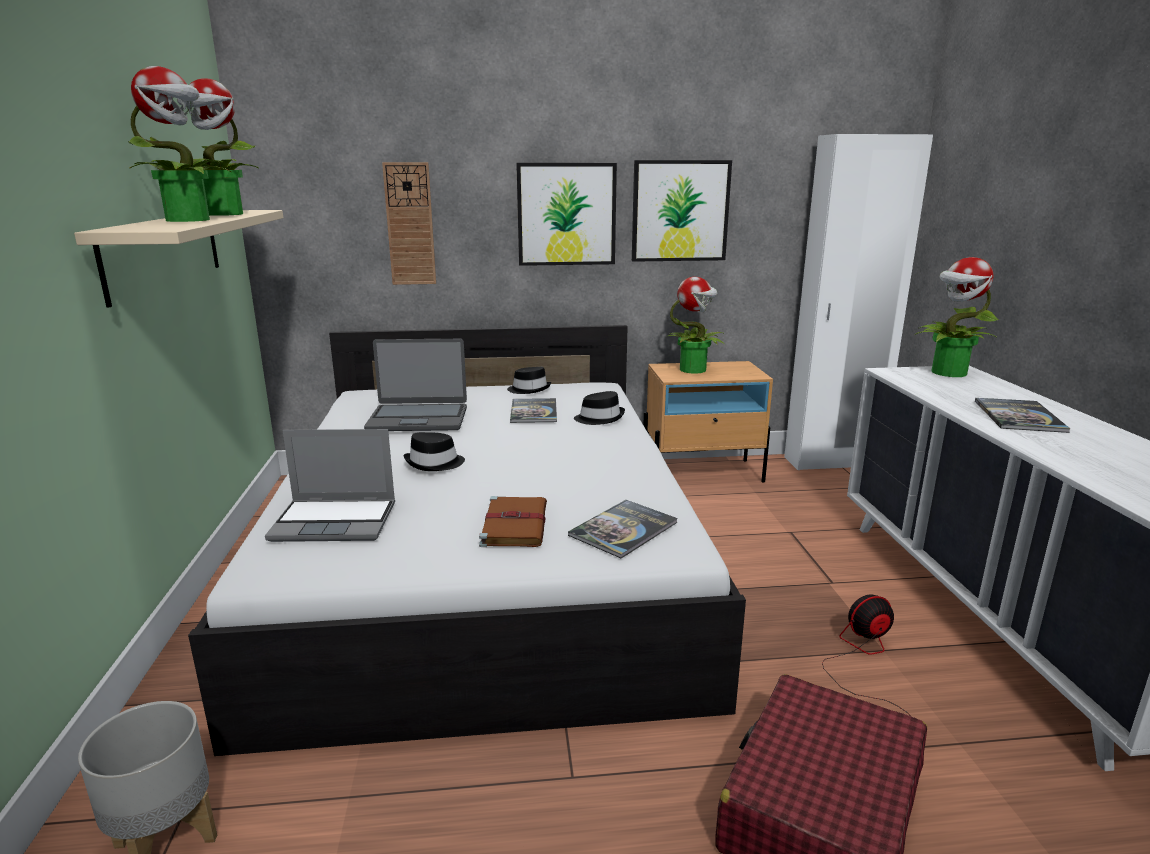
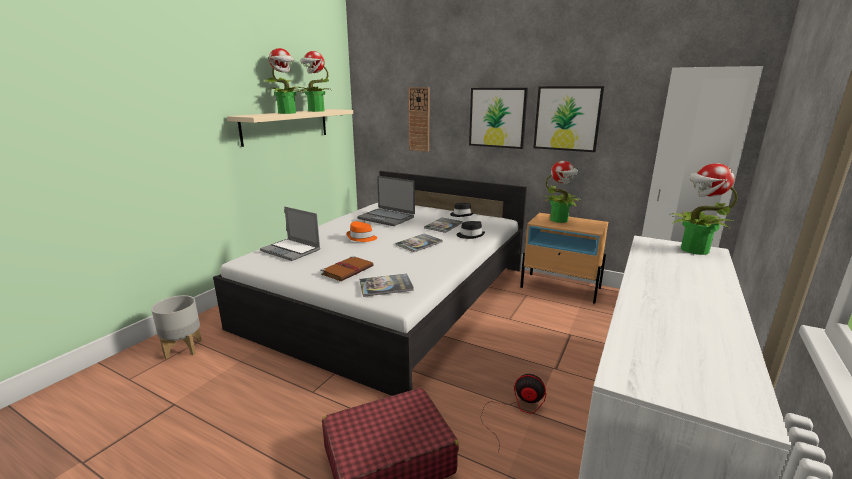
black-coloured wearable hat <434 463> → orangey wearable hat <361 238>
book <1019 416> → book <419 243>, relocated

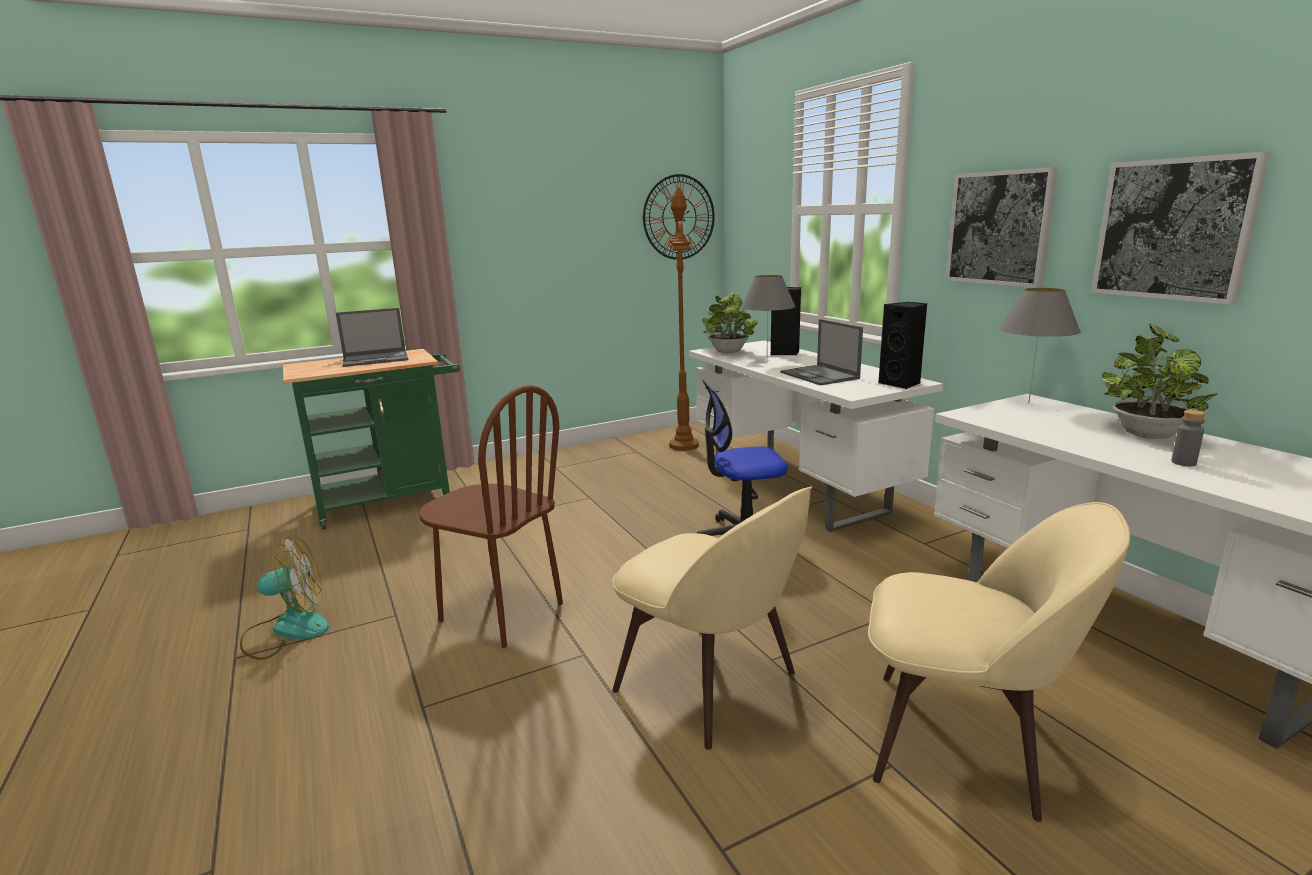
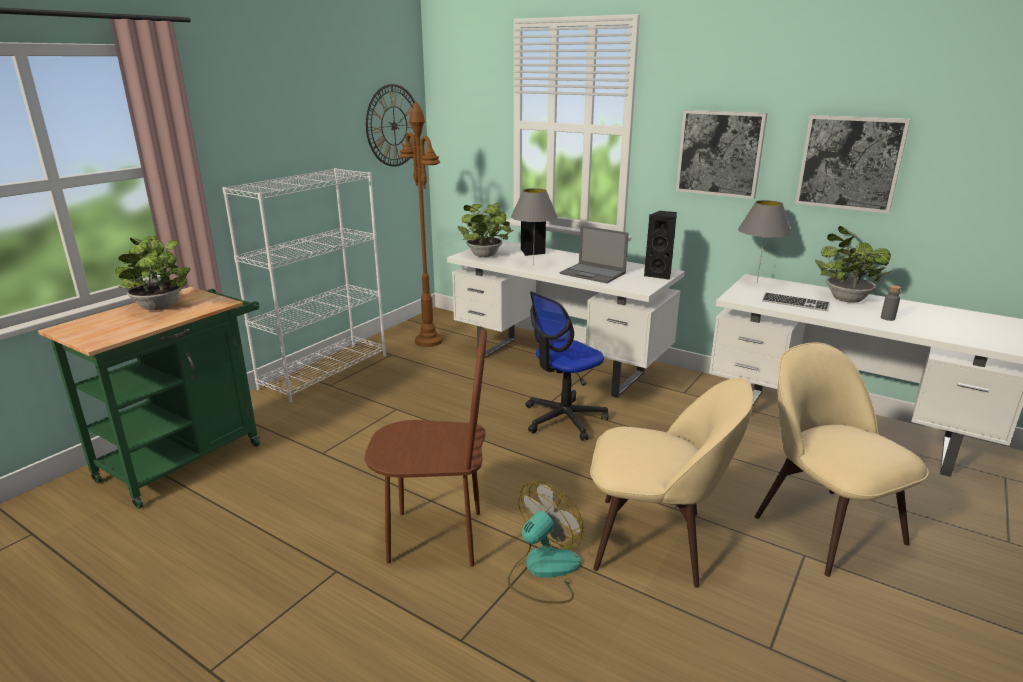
notebook computer <376 359> → potted plant <159 308>
- → white bookshelf <325 371>
cooling fan <287 630> → cooling fan <543 570>, relocated
sand-coloured upright chair <963 742> → sand-coloured upright chair <824 526>, 105 degrees counterclockwise
- → keyboard <795 303>

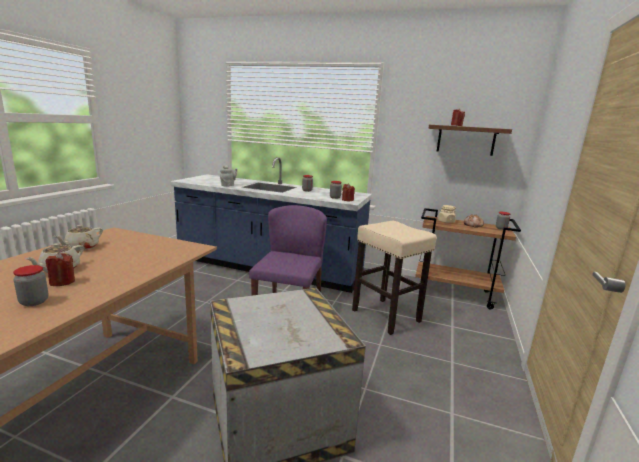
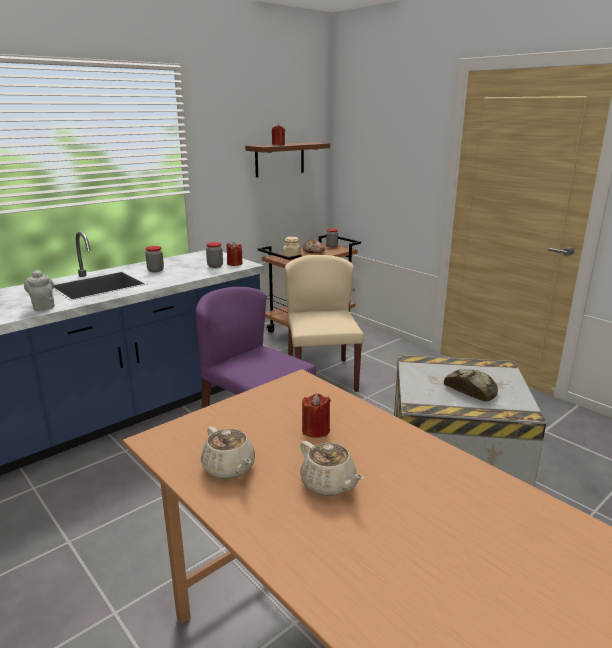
sand-coloured stool seat <386 316> → sand-coloured upright chair <321 376>
reddish wax candle <62 282> → reddish wax candle <316 430>, relocated
- → bakery bread <471 389>
jar <34 302> → -

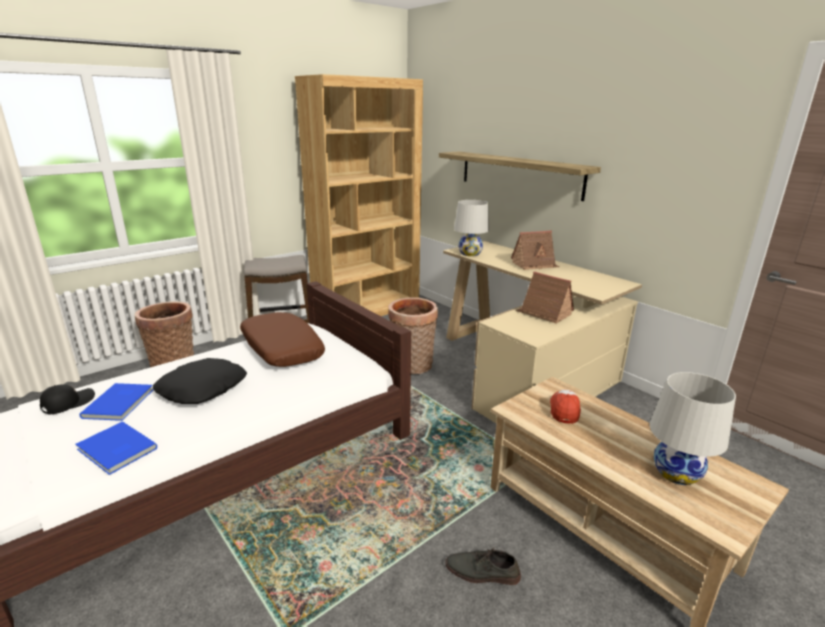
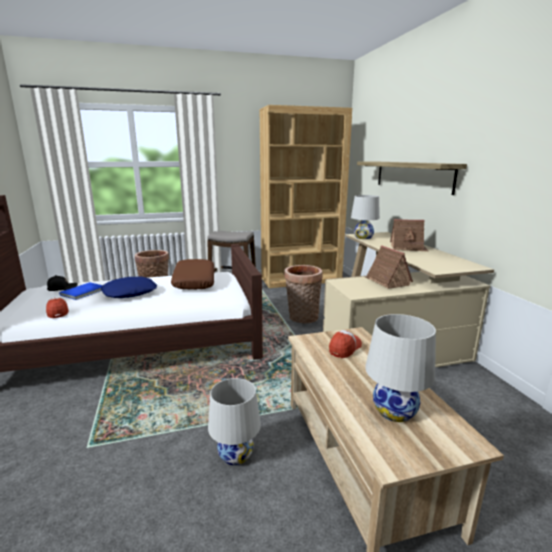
blue book <116 450> → baseball cap <57 312>
black-coloured pillow <202 388> → blue pillow <129 293>
grey shoe <482 572> → white lamp for a table <235 455>

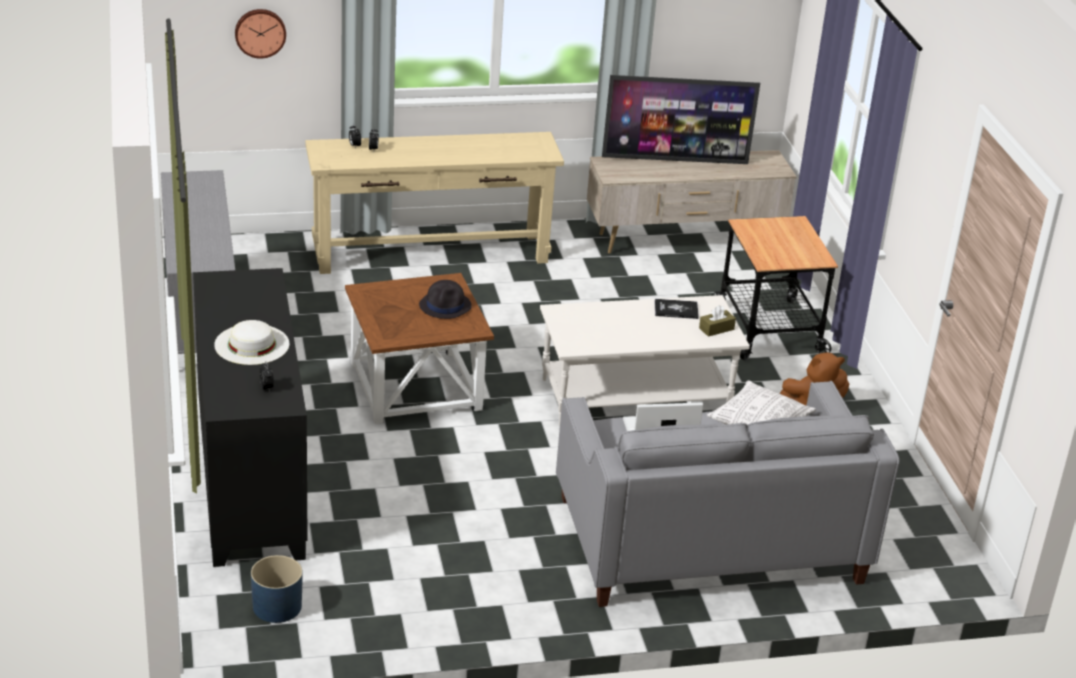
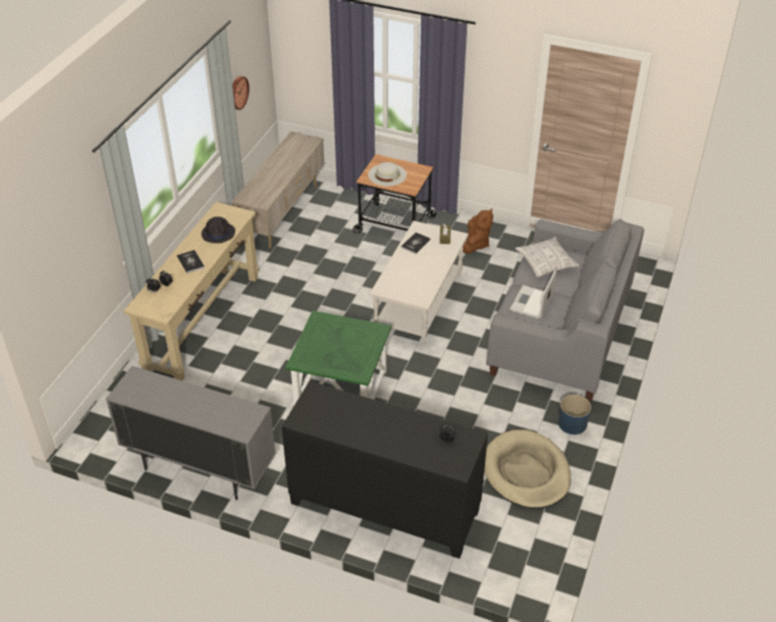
- → book <190 262>
black-coloured wearable hat <445 306> → black-coloured wearable hat <218 233>, relocated
clock on the wall <260 32> → clock on the wall <237 92>, relocated
brown accent table <417 385> → greenish accent table <340 388>
white wearable hat <251 344> → white wearable hat <387 175>, relocated
- → sand-coloured pet bed <526 472>
blue flower pot <277 607> → blue flower pot <572 424>, relocated
TV <675 159> → -

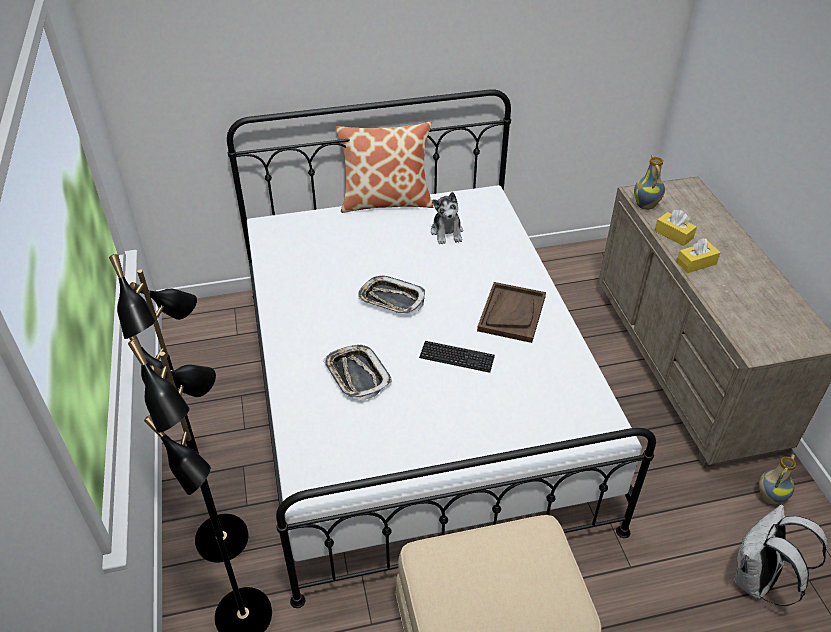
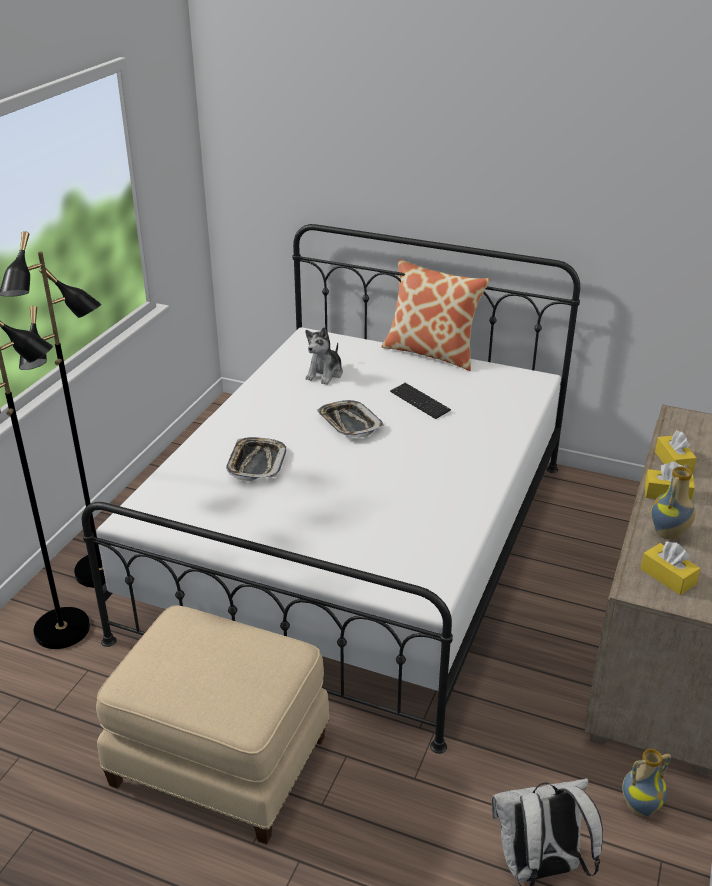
soft toy <447 232> → soft toy <325 374>, relocated
keyboard <456 358> → keyboard <419 402>, relocated
- → yellowish tissue box <668 576>
vase <646 206> → vase <669 534>, relocated
brown tray <511 313> → -

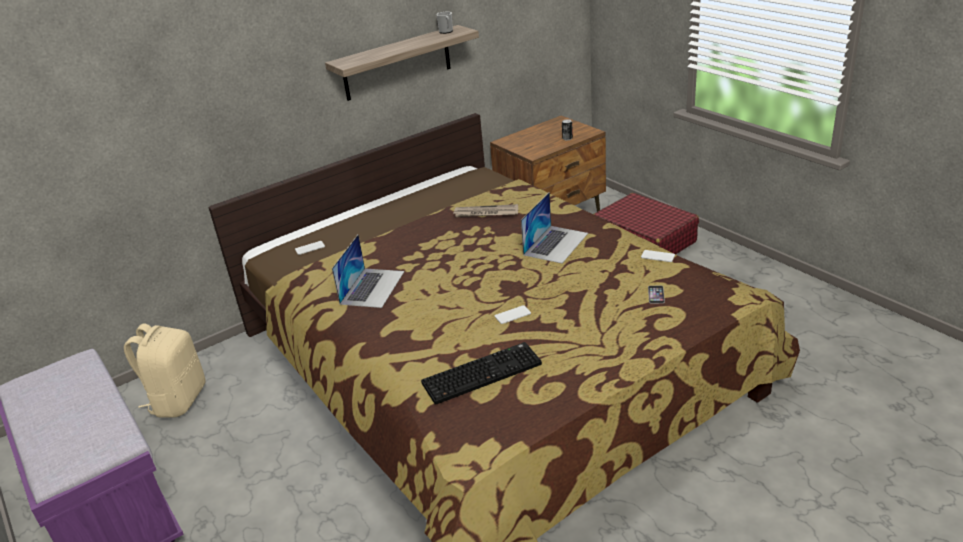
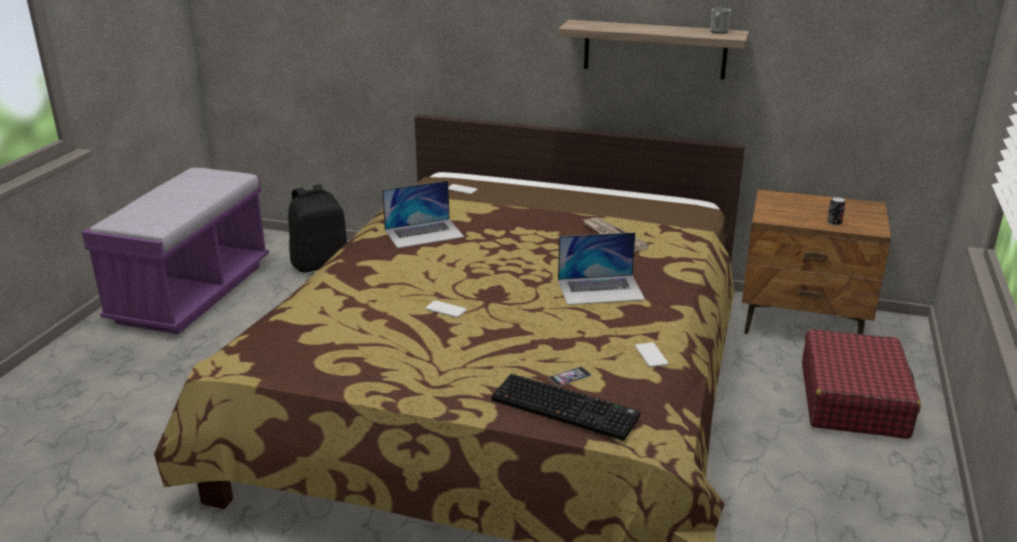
sand-coloured backpack <178 400> → black-coloured backpack <320 263>
keyboard <482 372> → keyboard <567 407>, relocated

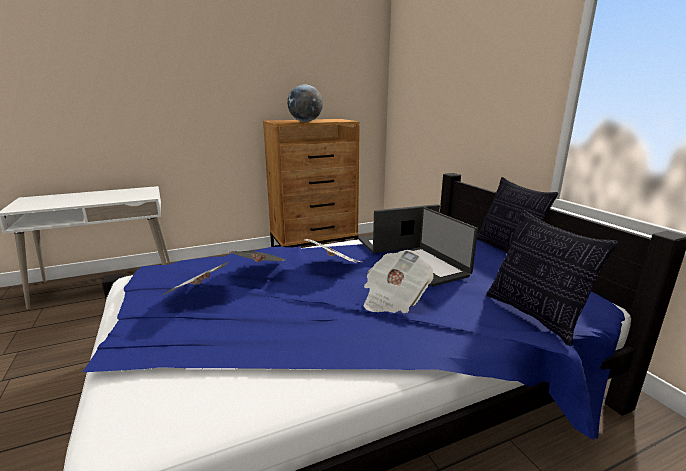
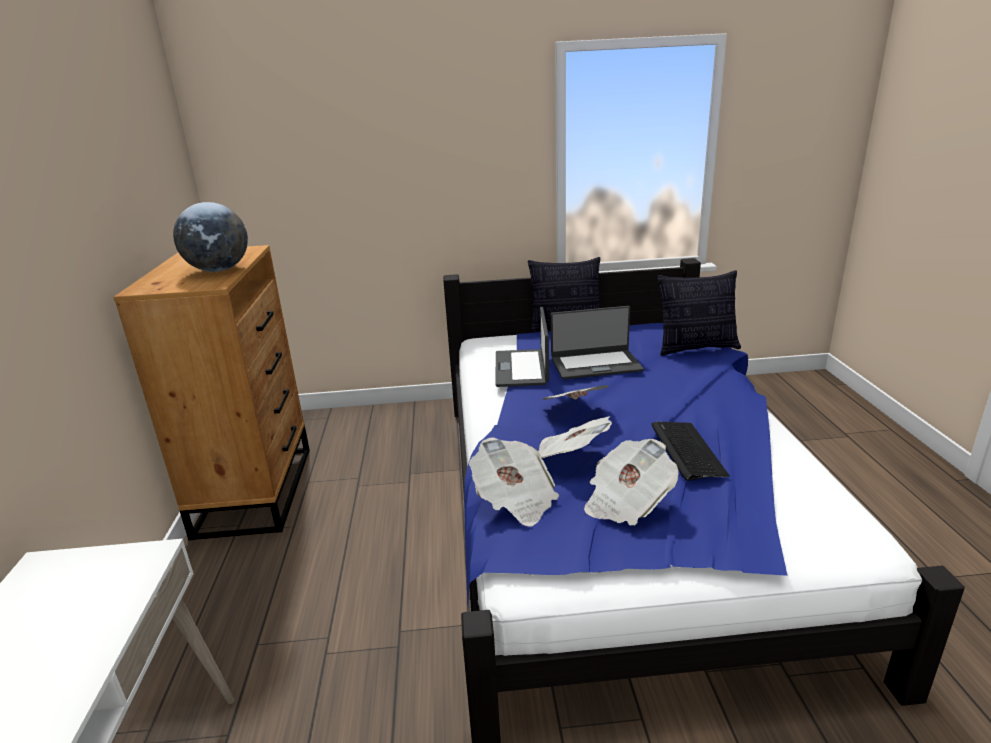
printed paper <393 299> → printed paper <515 500>, relocated
- → keyboard <686 450>

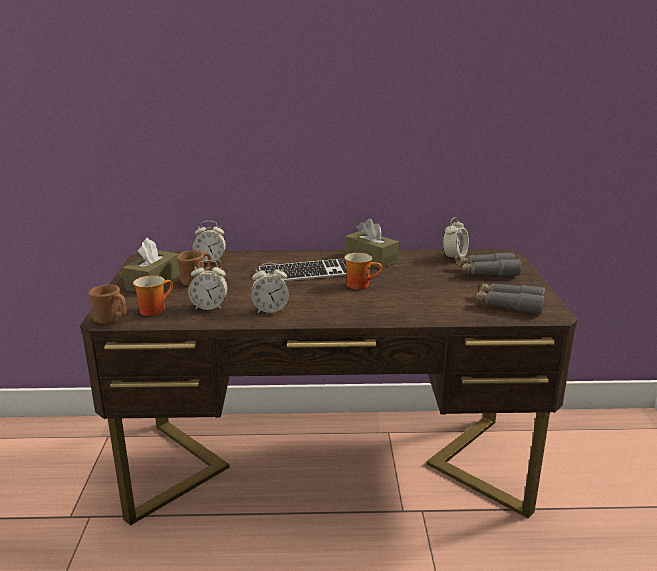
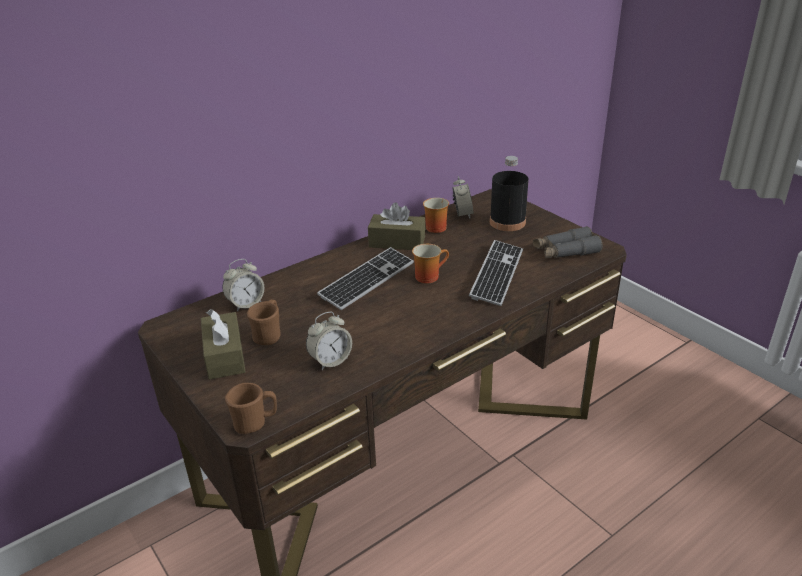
mug <153 309> → mug <434 226>, relocated
- → keyboard <497 274>
grey field glasses <486 272> → black-coloured beverage bottle <507 222>
table clock <270 310> → -

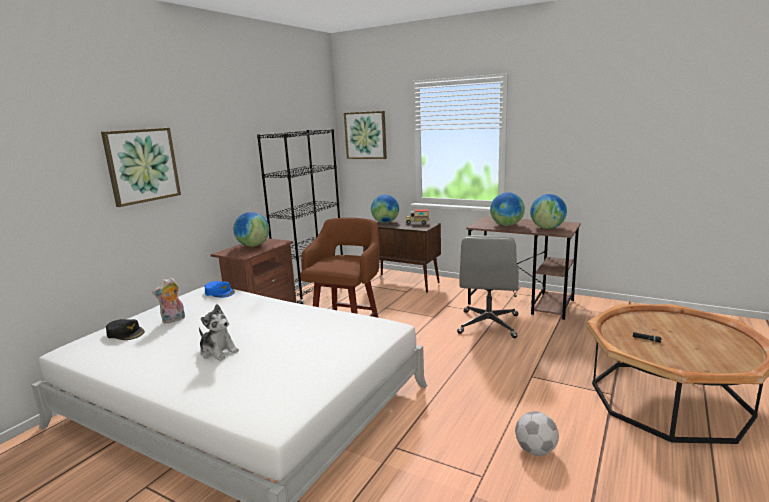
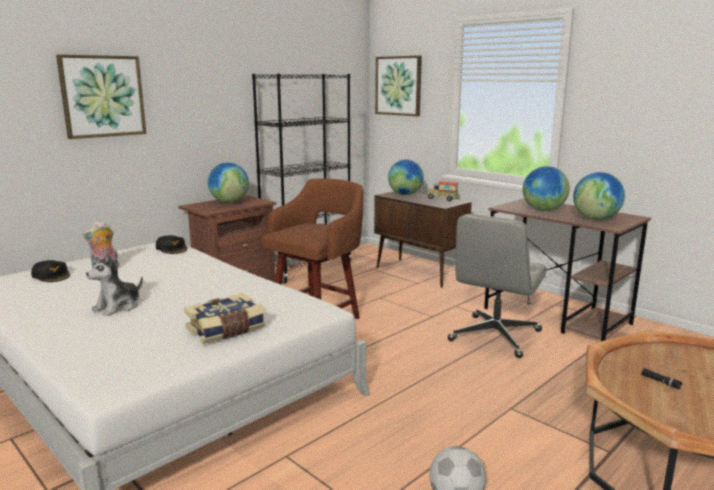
soft toy <218 351> → soft toy <118 307>, 75 degrees clockwise
blue baseball cap <220 292> → black-coloured baseball cap <172 248>
- → book <226 330>

